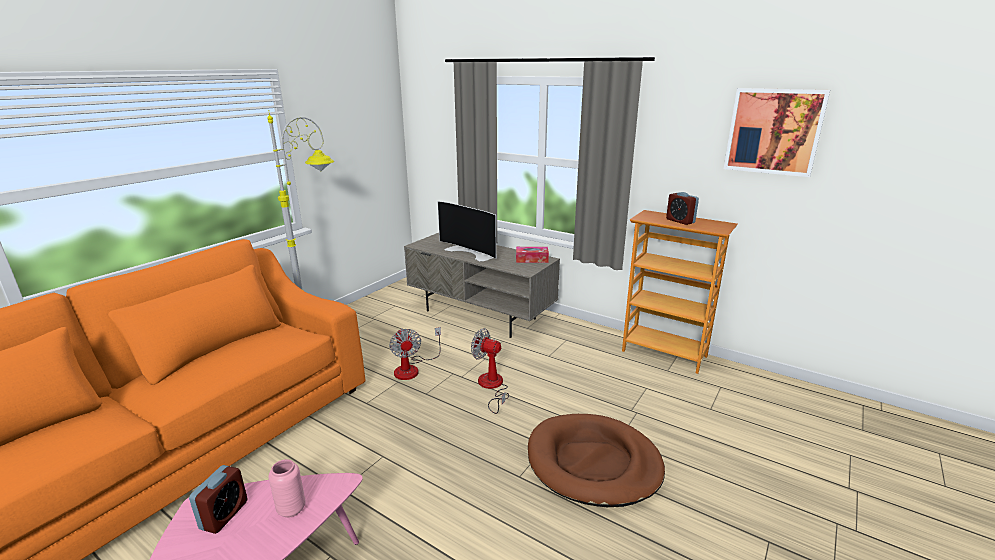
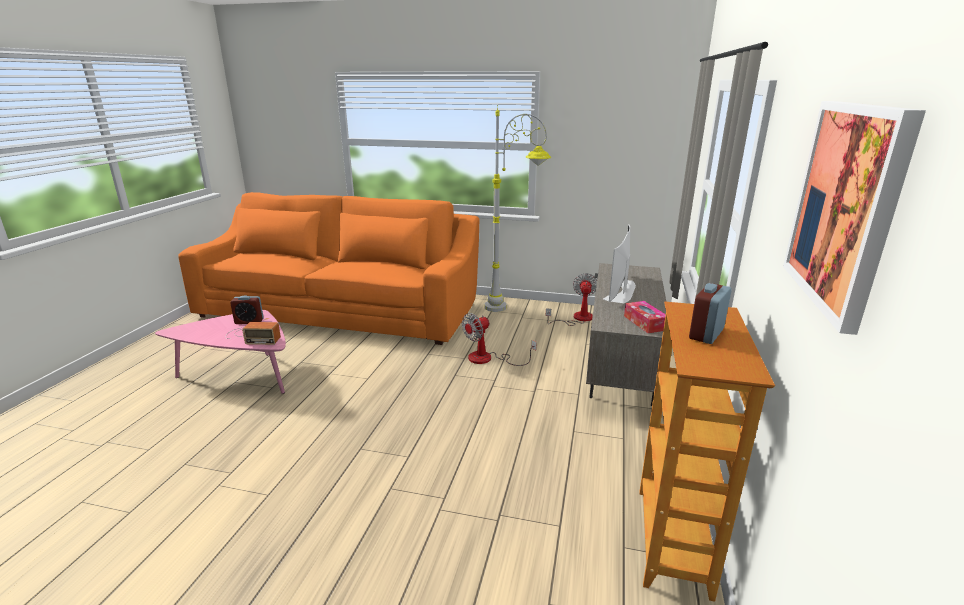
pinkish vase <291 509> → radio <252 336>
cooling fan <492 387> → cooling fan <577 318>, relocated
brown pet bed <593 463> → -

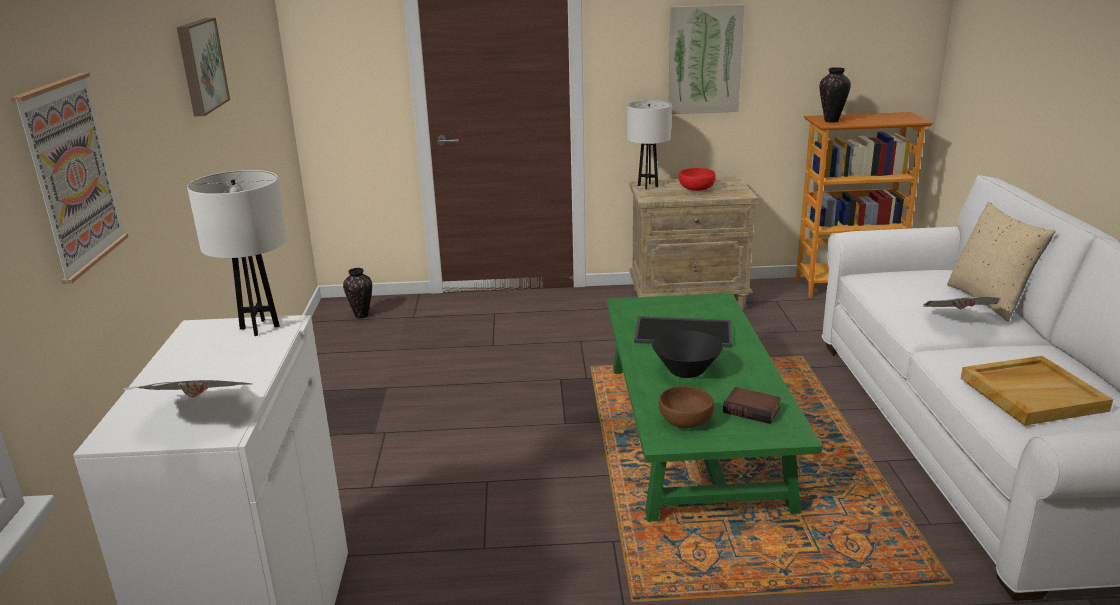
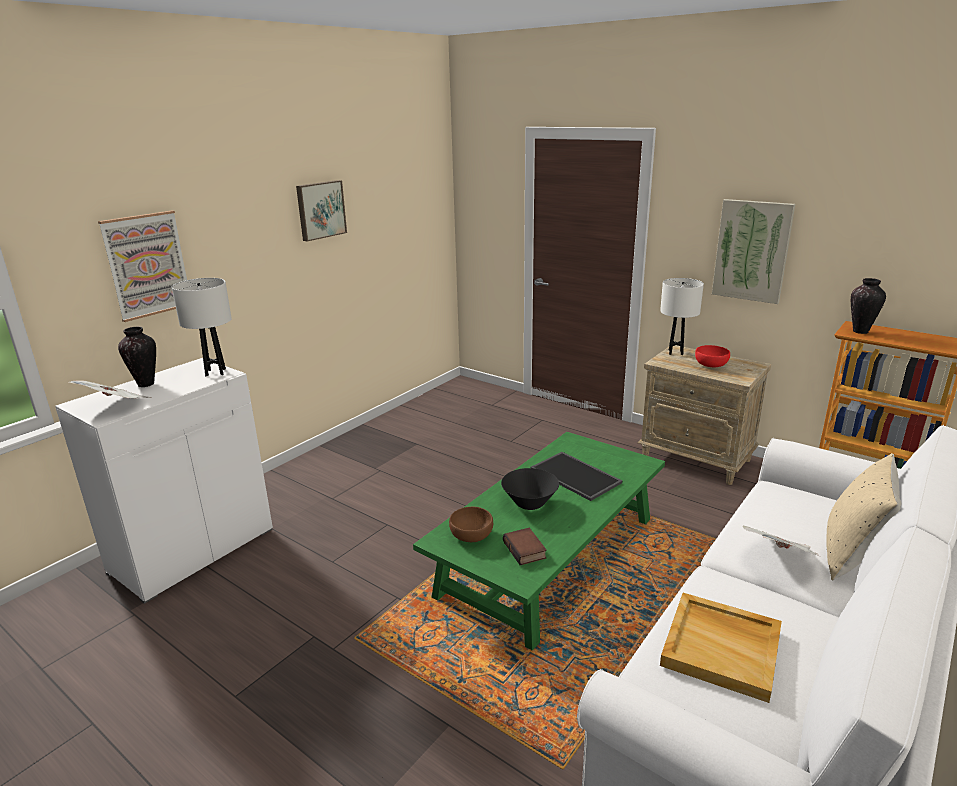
vase <362 315> → vase <146 384>, relocated

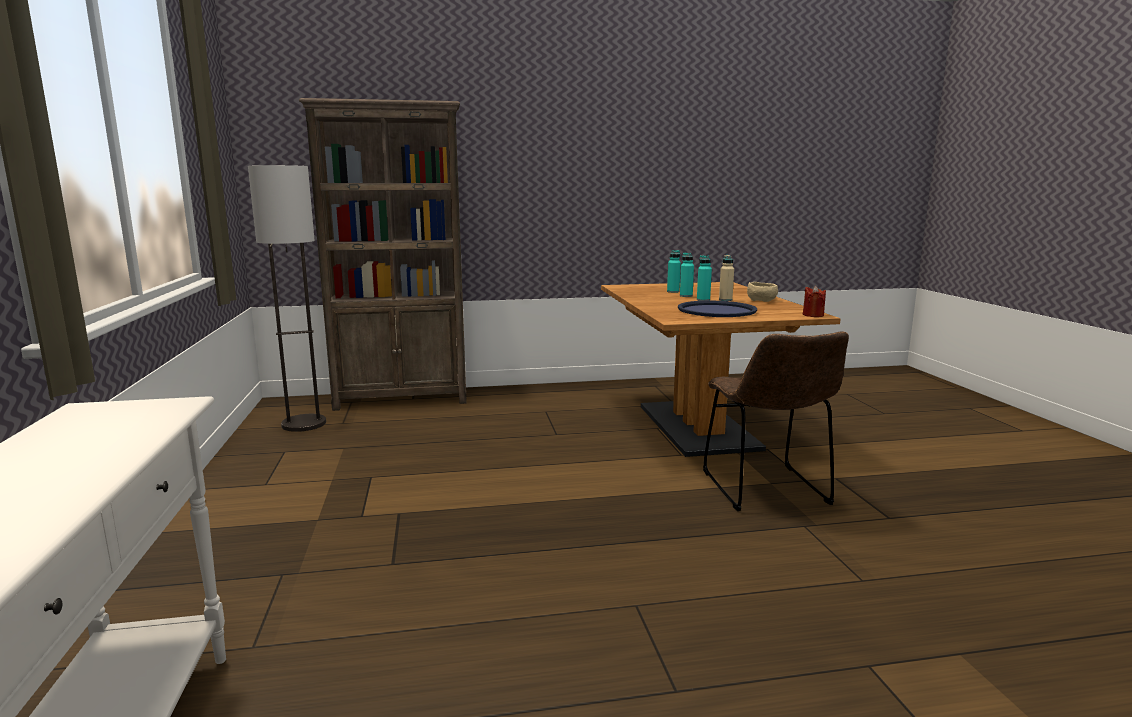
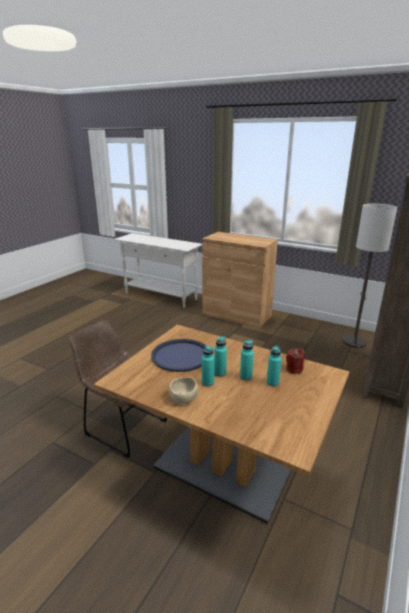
- → brown storage cabinet <236 315>
sand-coloured beverage bottle <725 300> → turquoise beverage bottle <207 382>
reddish wax candle <813 315> → reddish wax candle <294 369>, relocated

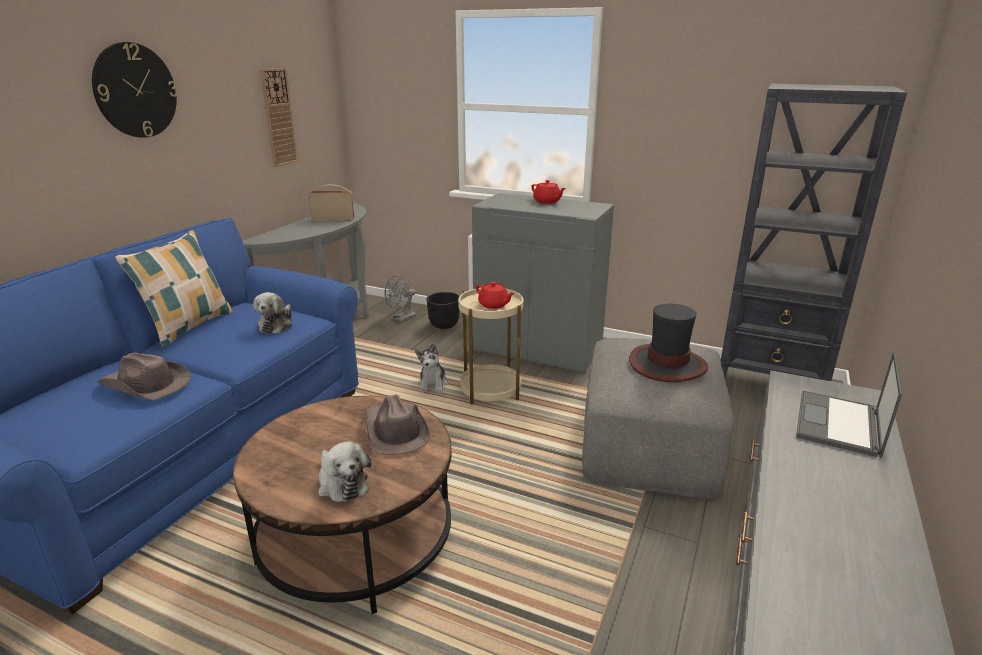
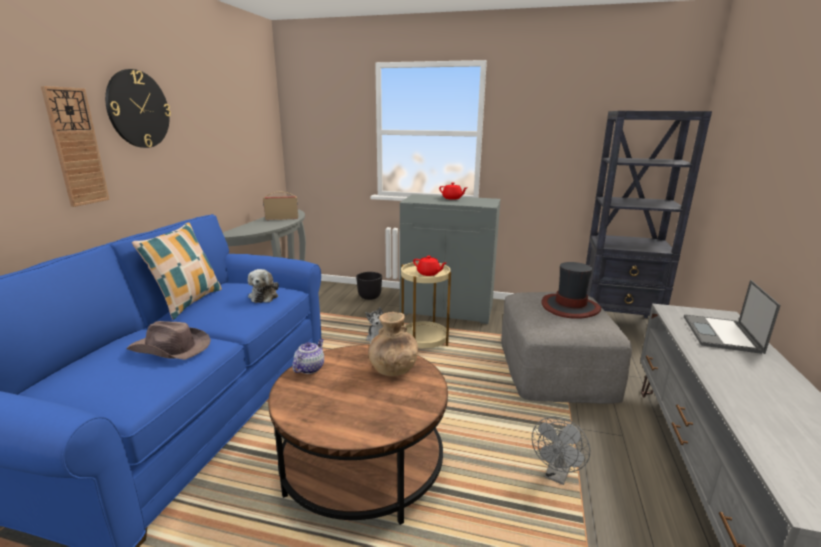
clock on the wall <279 117> → clock on the wall <76 147>, relocated
- → tea pot <310 368>
brown wearable hat <395 431> → brown vase <393 369>
grey cooling fan <402 319> → grey cooling fan <557 475>, relocated
soft toy <342 483> → -

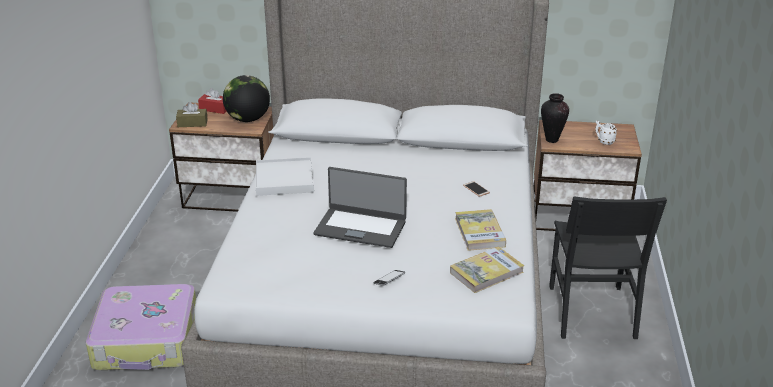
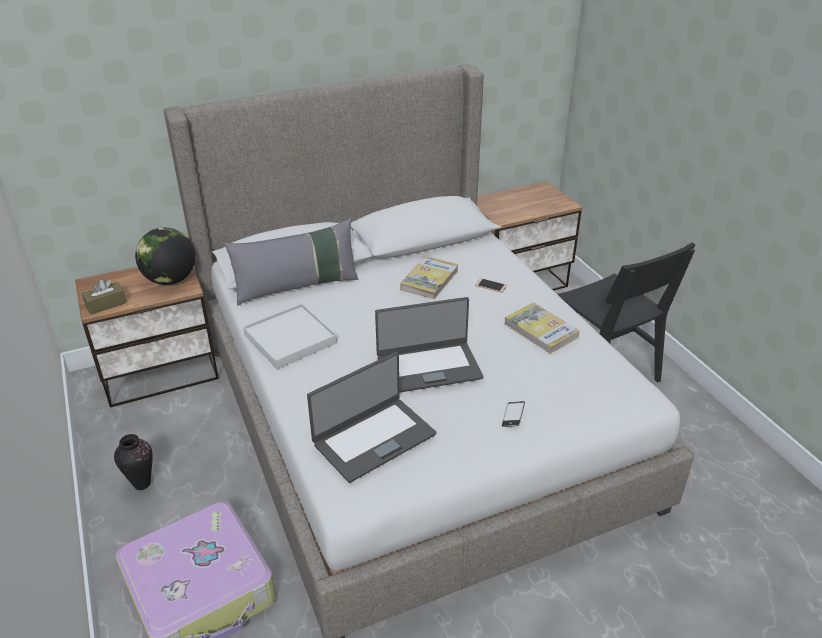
vase <551 140> → vase <141 484>, relocated
- → grey pillow <297 286>
- → notebook computer <373 438>
book <486 272> → book <429 280>, relocated
reddish tissue box <215 109> → -
white mug <603 141> → -

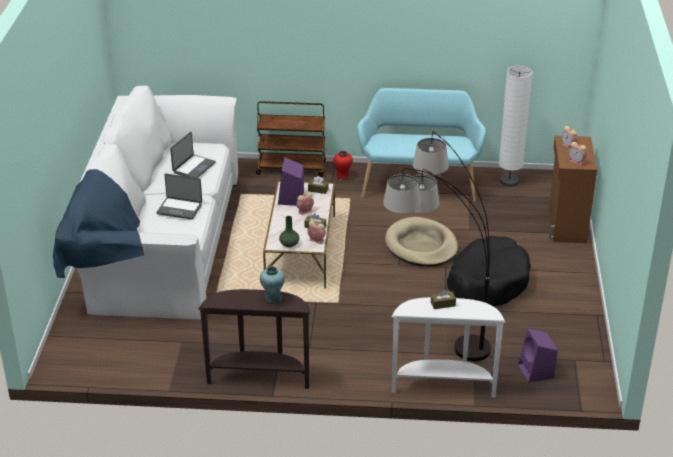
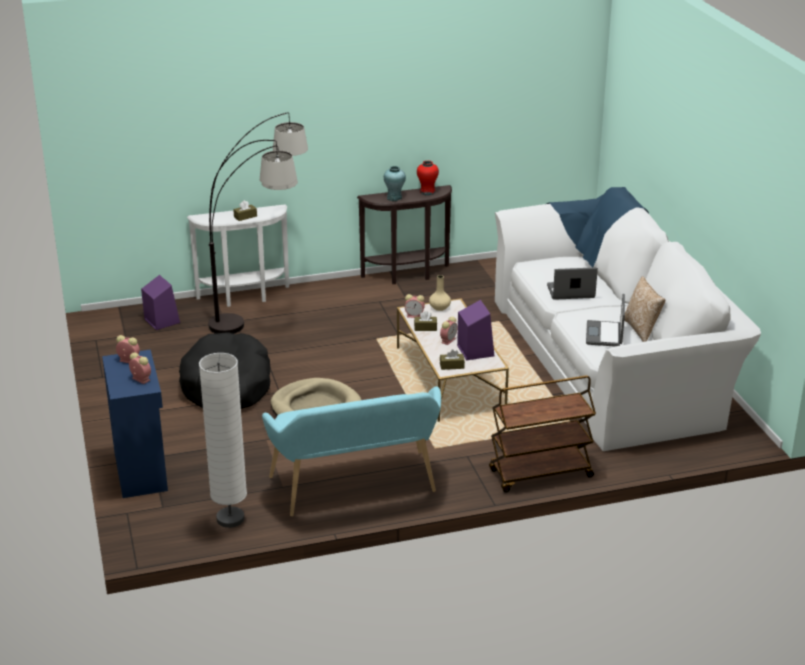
brown storage cabinet <566 225> → blue storage cabinet <142 470>
reddish vase <342 176> → reddish vase <427 192>, relocated
greenish vase <289 244> → sand-coloured vase <440 308>
- → pillow <641 330>

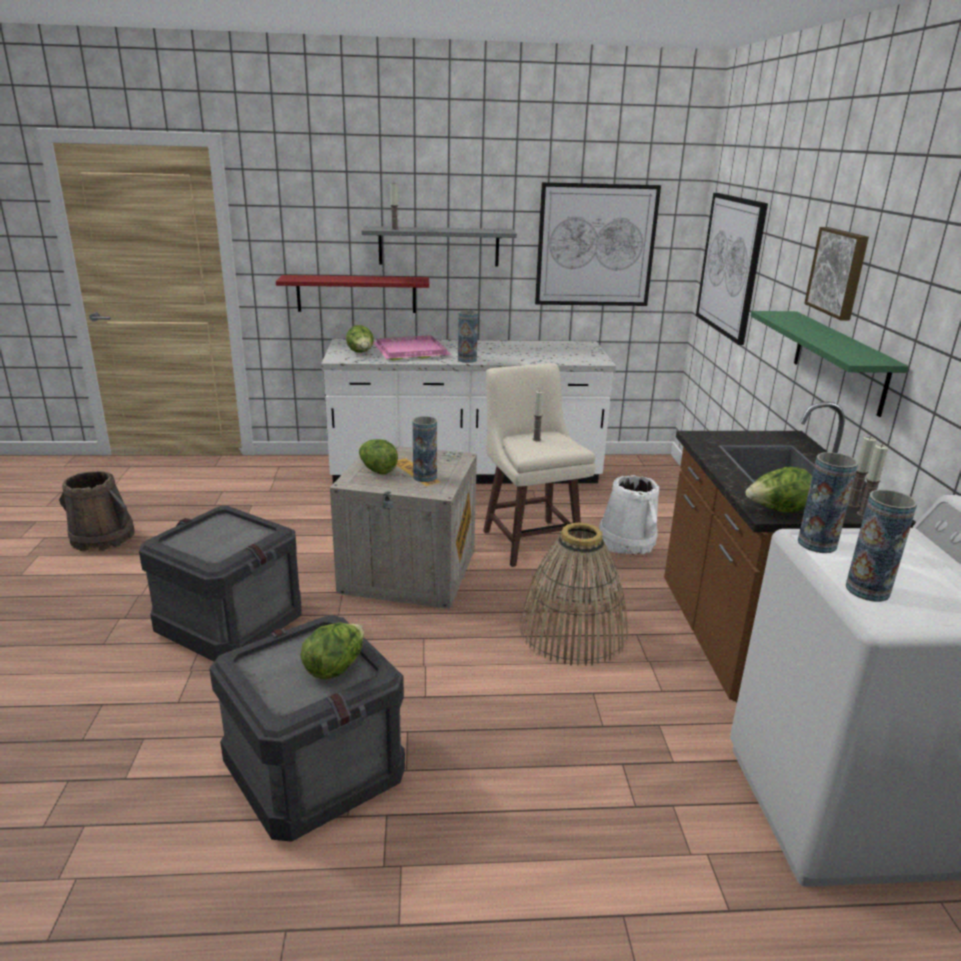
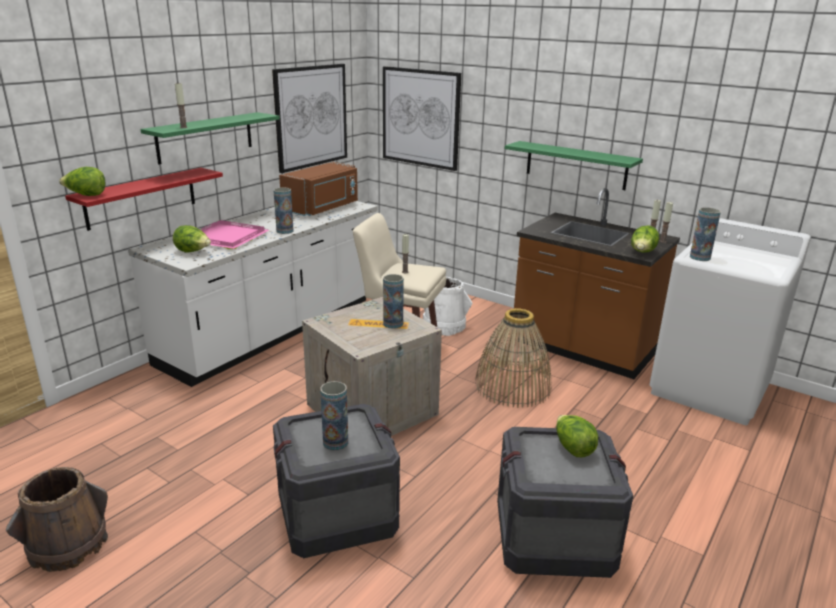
head of lettuce <377 470> → head of lettuce <86 195>, relocated
grey bracket shelf <439 246> → greenish bracket shelf <205 137>
- → brown microwave <322 208>
vase <867 590> → vase <335 442>, relocated
wall art <839 272> → -

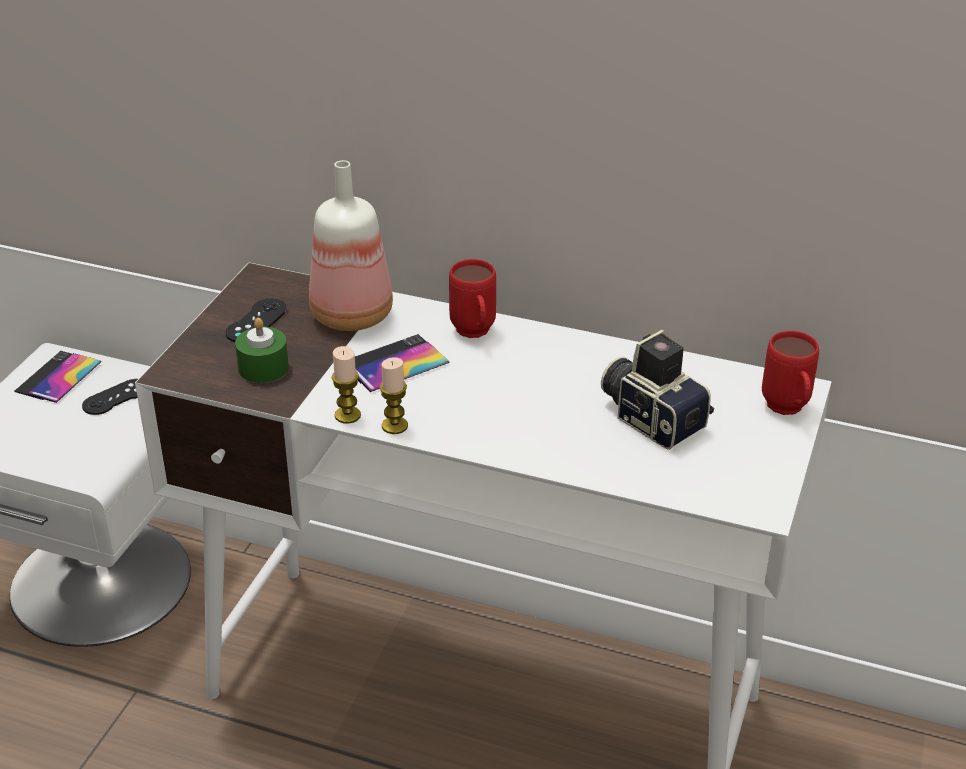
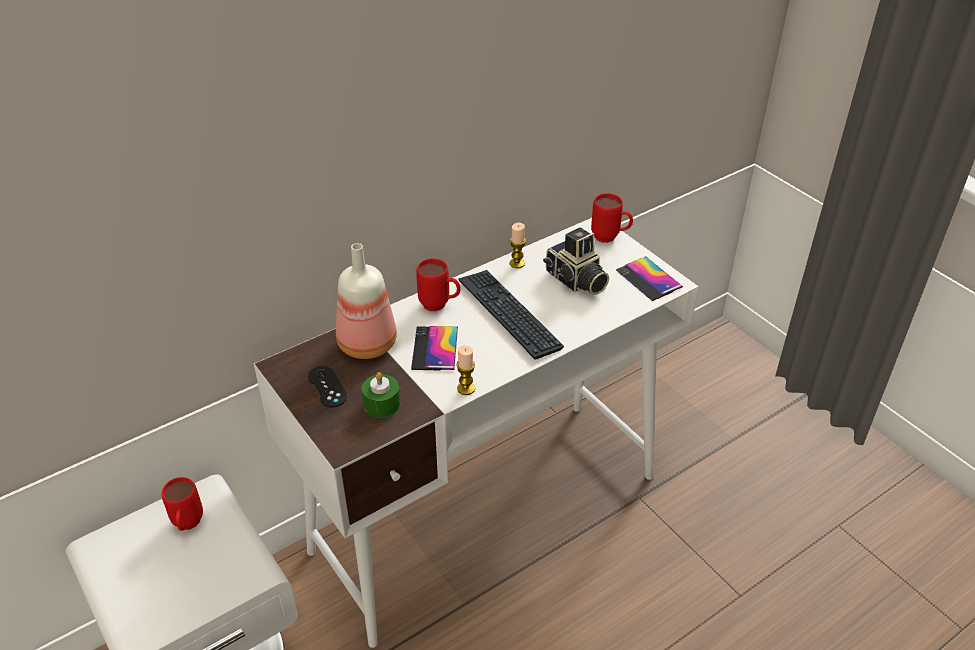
black-coloured gamepad <116 397> → reddish mug <187 526>
- → keyboard <509 314>
wax candle <394 426> → wax candle <517 263>, relocated
still camera <653 418> → still camera <575 281>, 120 degrees counterclockwise
telephone <58 377> → telephone <648 279>, relocated

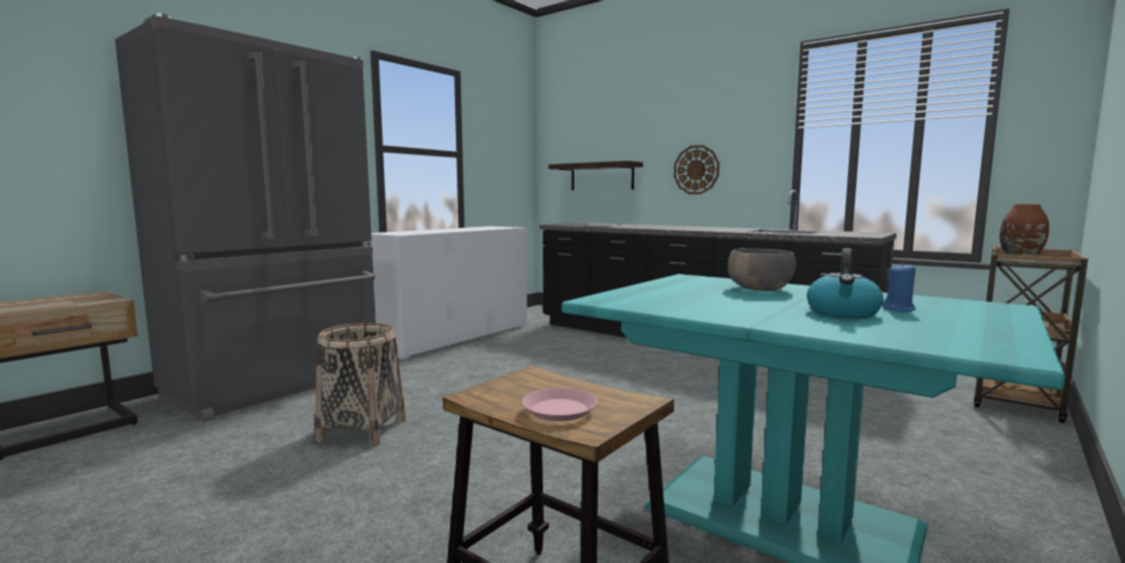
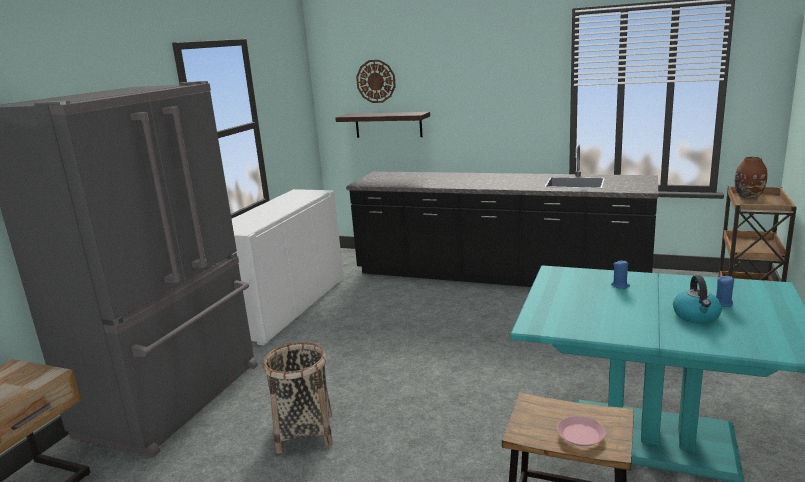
clock on the wall <696 170> → clock on the wall <376 81>, relocated
grey deep dish <759 289> → blue wax candle <620 286>

